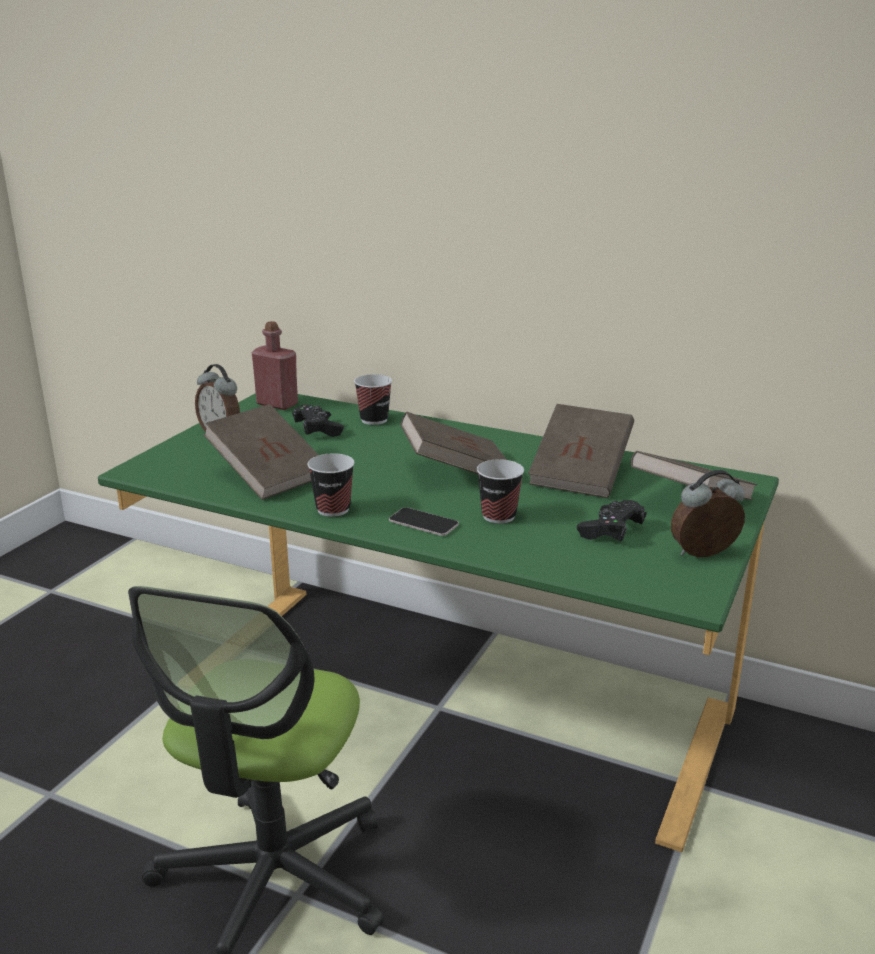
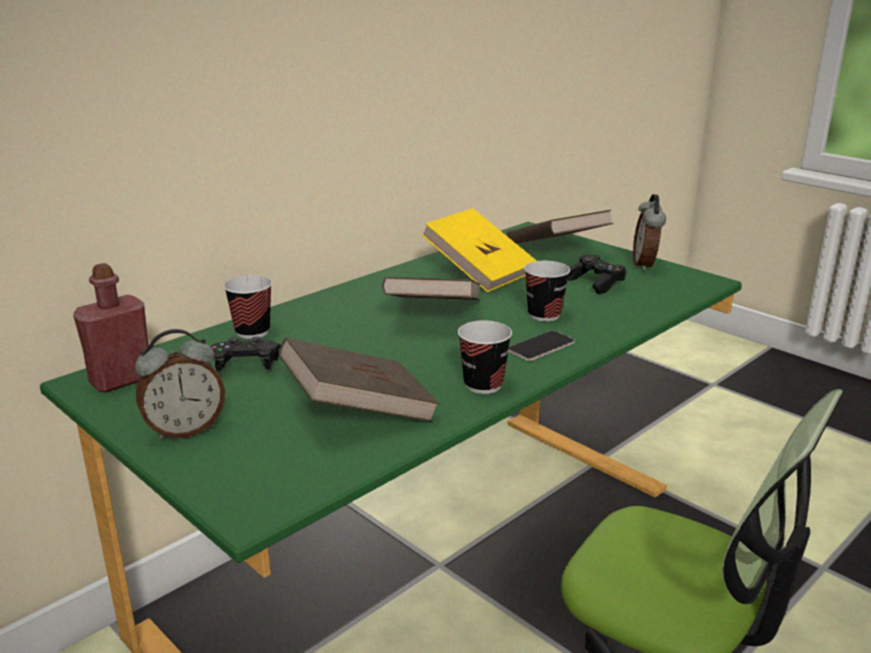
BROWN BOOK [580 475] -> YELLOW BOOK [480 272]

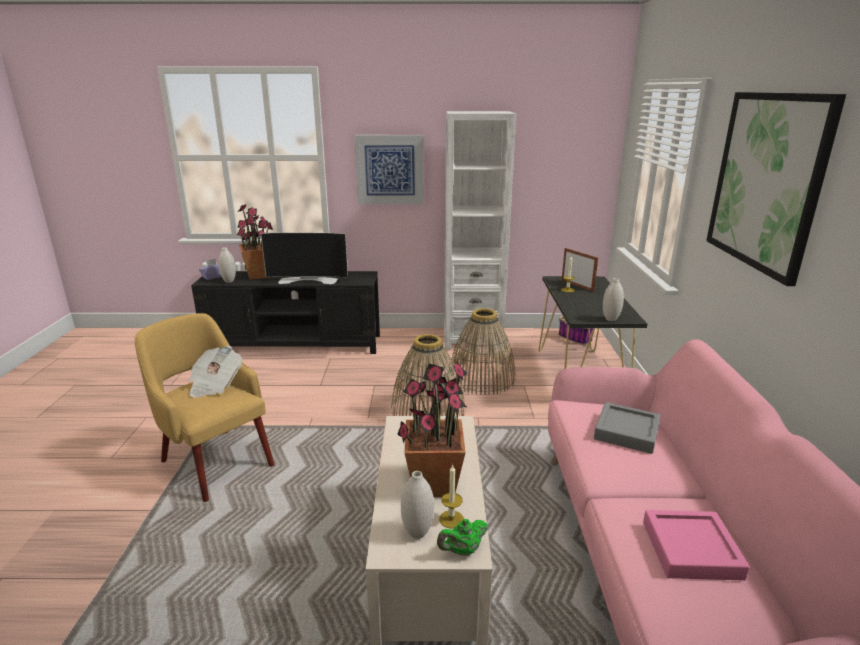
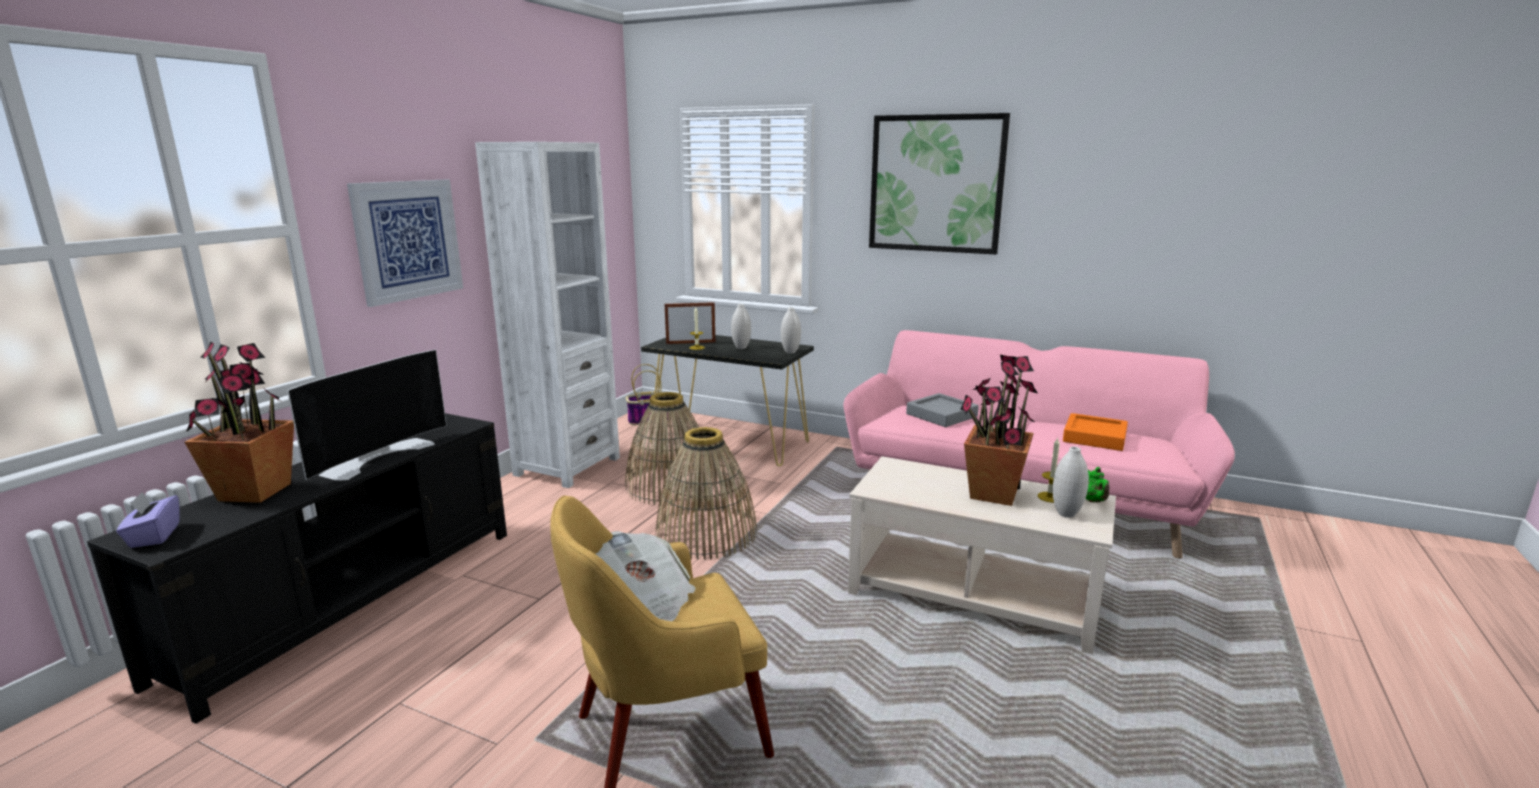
WHITE VASE [229 281] -> WHITE VASE [741 348], relocated
PINK TRAY [691 550] -> ORANGE TRAY [1094 437]

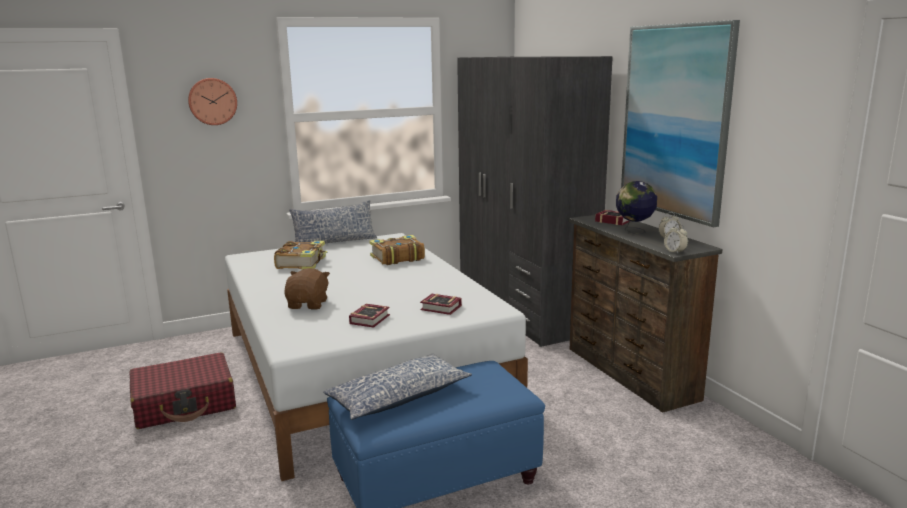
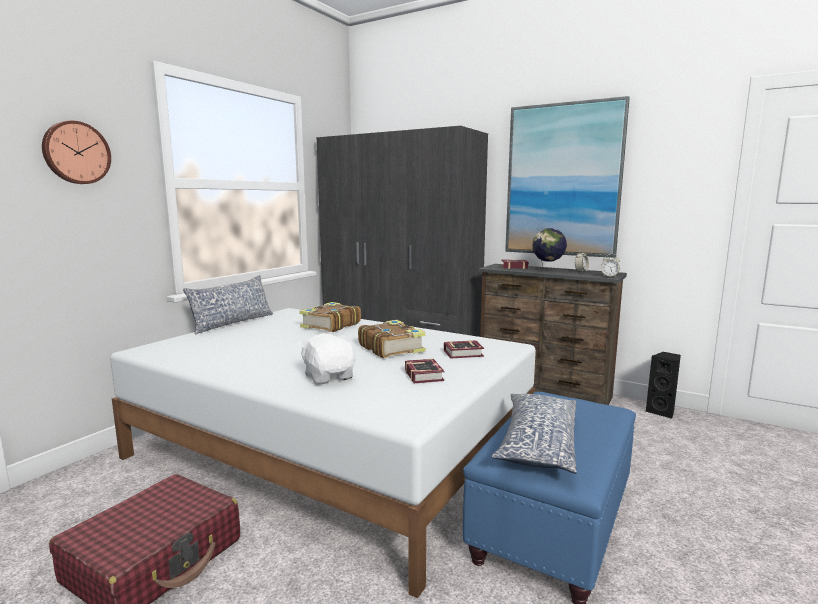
BOOK [302 263] -> BOOK [391 348], relocated
BROWN PLUSH TOY [308 304] -> WHITE PLUSH TOY [329 377]
none -> BLACK SPEAKER [662 412]

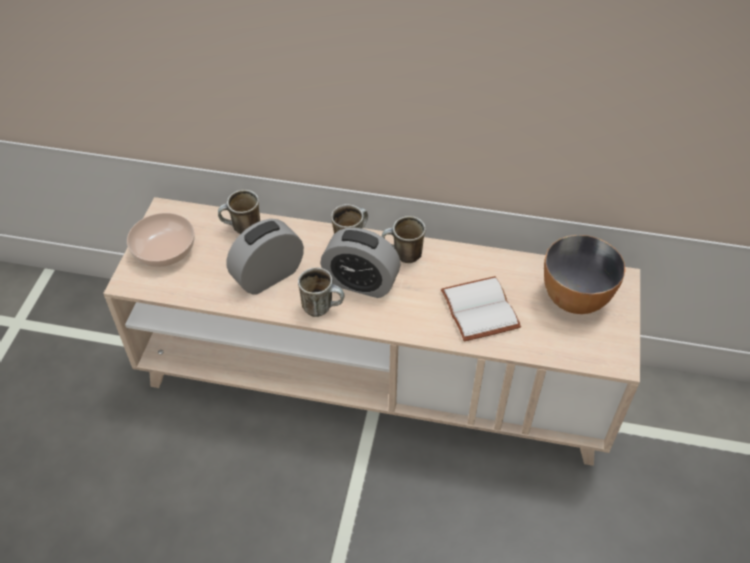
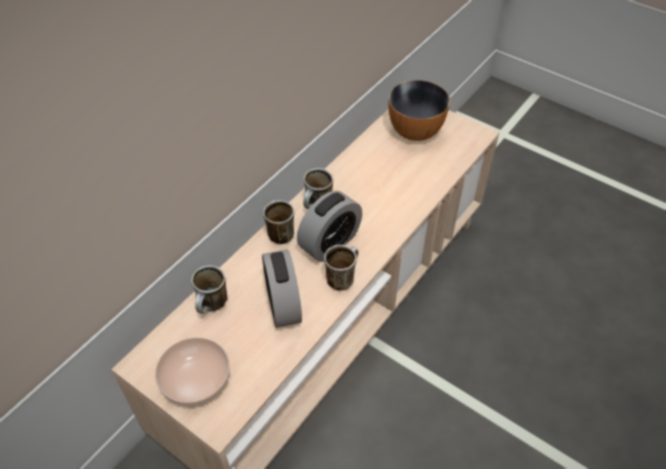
WHITE BOOK [482 310] -> none

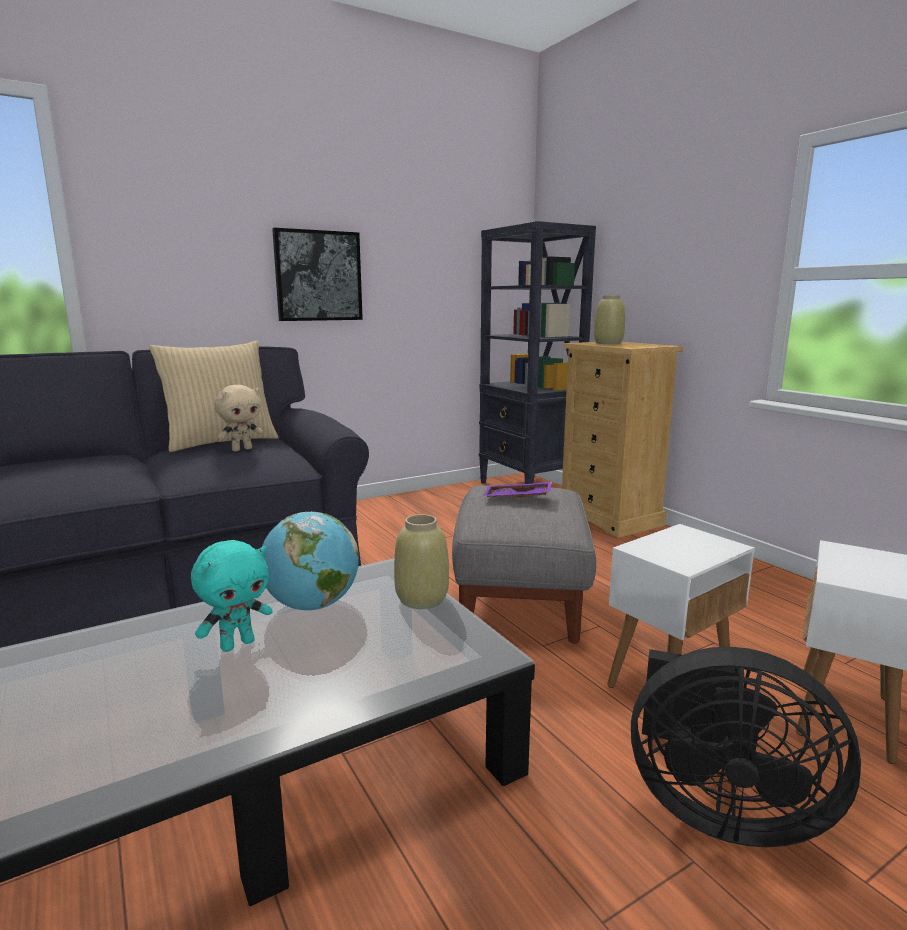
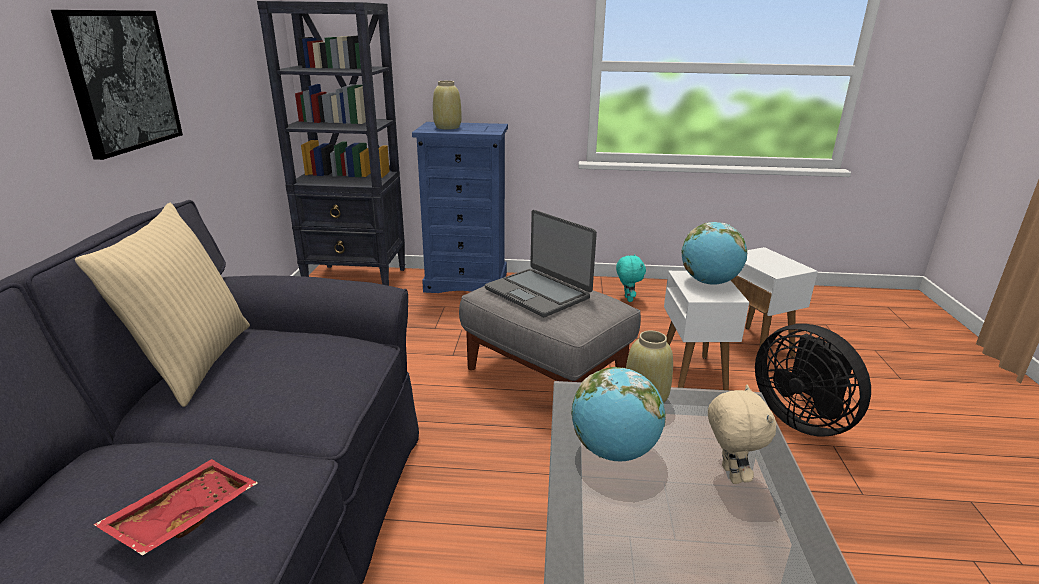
TURQUOISE PLUSH TOY [237 644] -> TURQUOISE PLUSH TOY [627 299], relocated
BEIGE PLUSH TOY [242 449] -> BEIGE PLUSH TOY [729 474], relocated
PURPLE TRAY [517 499] -> LAPTOP [538 293]
BEIGE DRESSER [610 518] -> BLUE DRESSER [466 282]
BLACK FAN [717 809] -> BLACK FAN [802 419], 90 degrees clockwise
none -> RED TRAY [183 515]
none -> GLOBE [709 282]

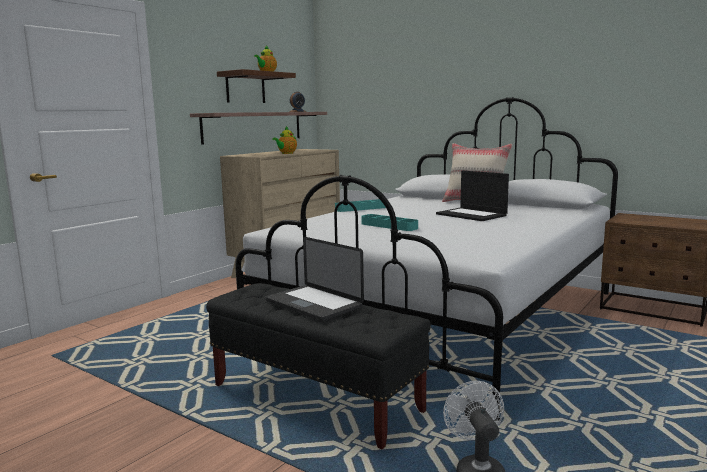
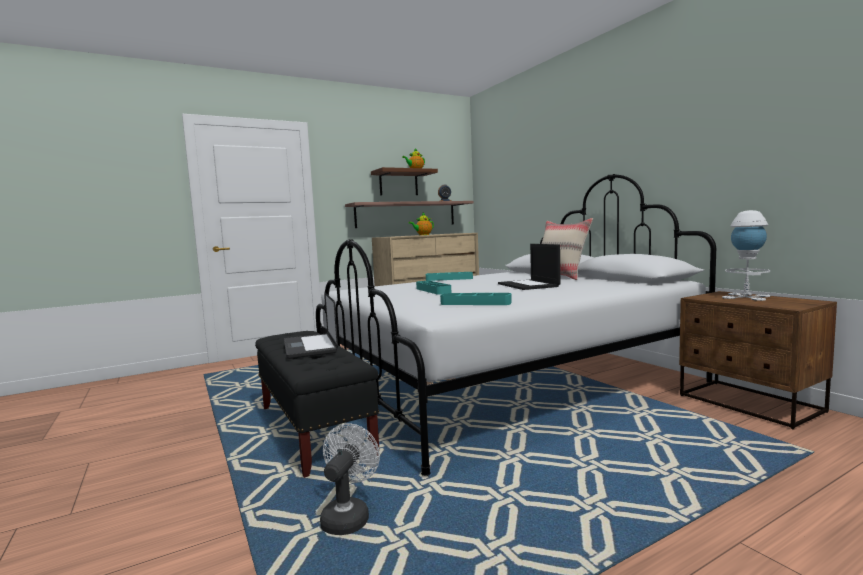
none -> TURQUOISE TRAY [475 303]
none -> WHITE TABLE LAMP [746 297]

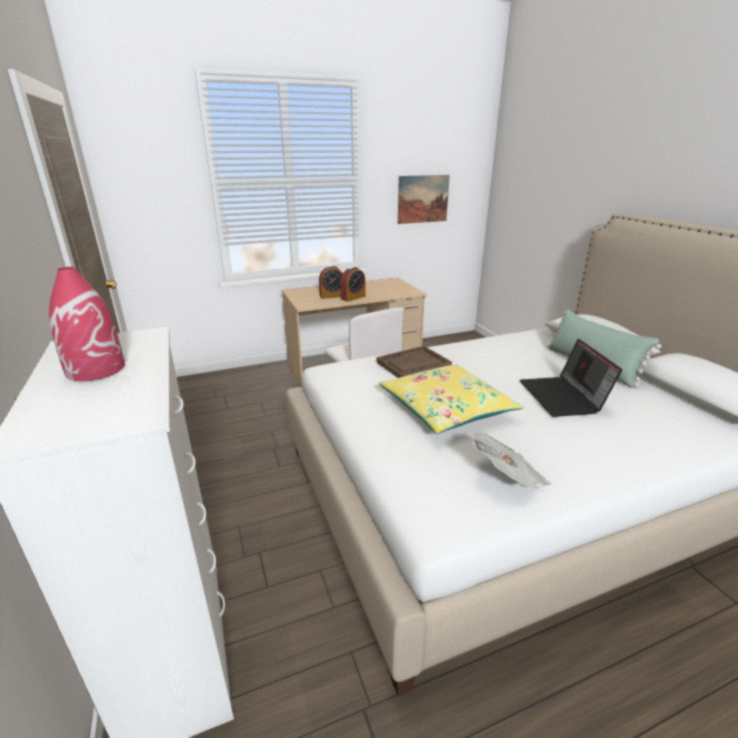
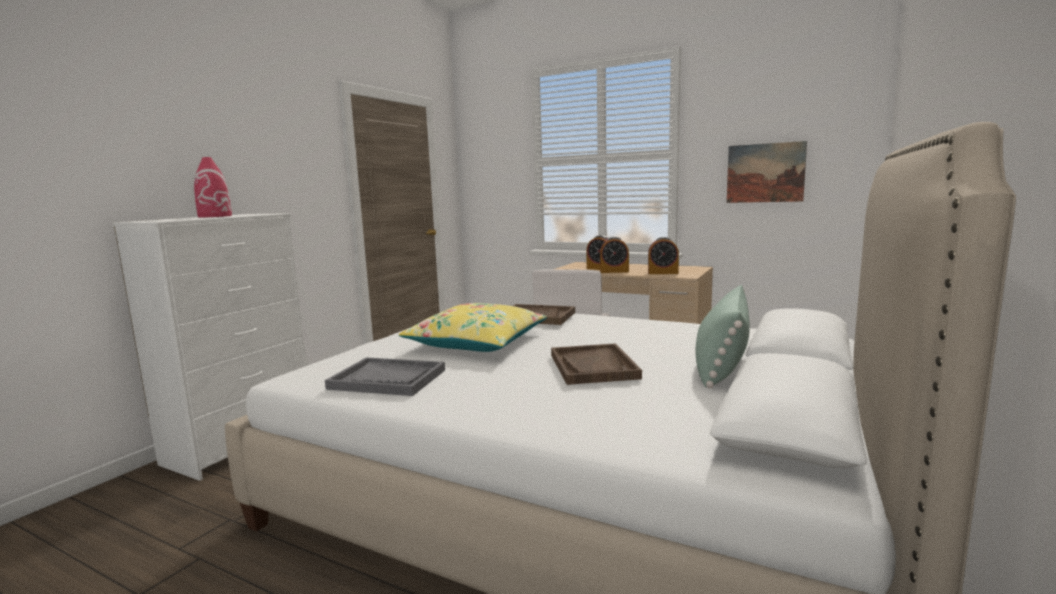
NEWSPAPER [507 478] -> GREY TRAY [388 379]
LAPTOP [563 397] -> BROWN TRAY [593 366]
none -> ALARM CLOCK [663 273]

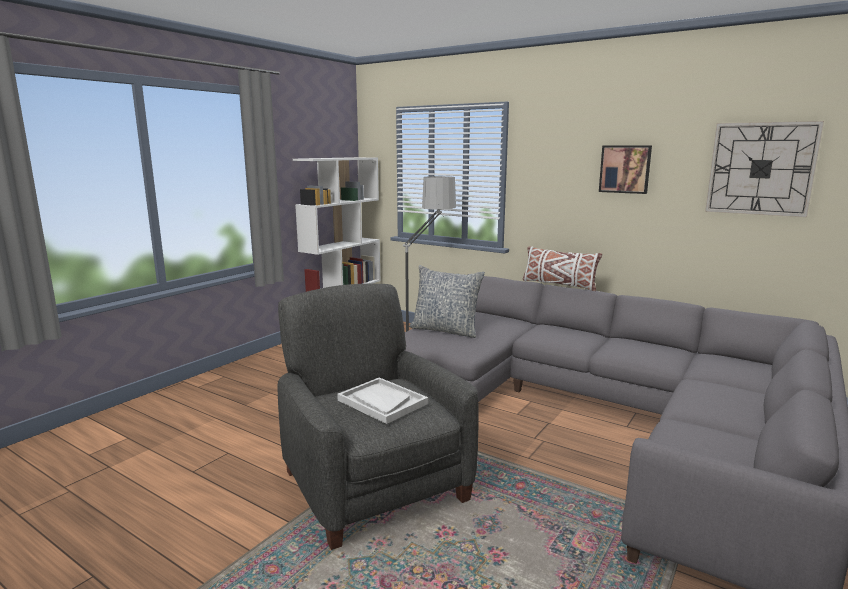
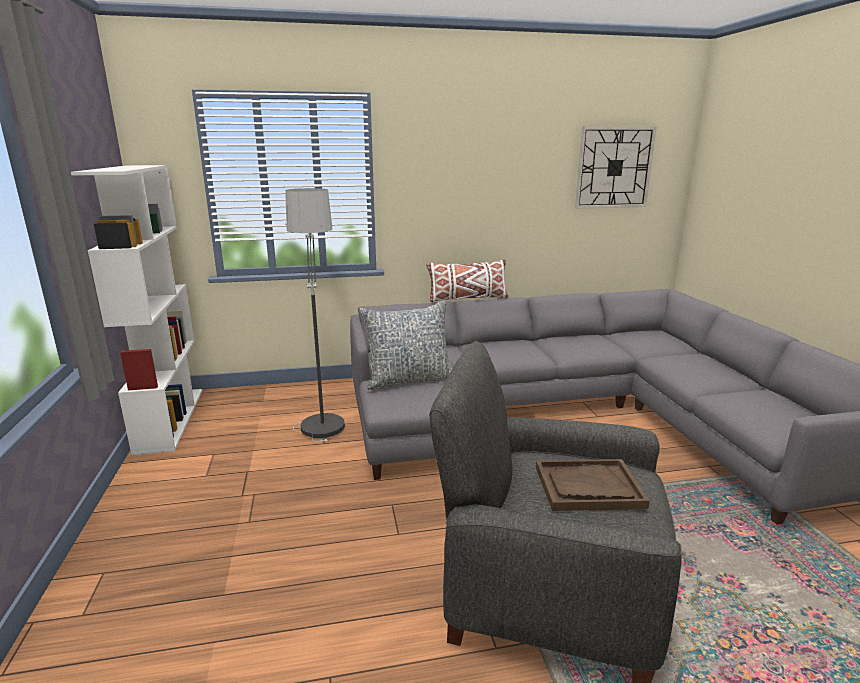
WHITE TRAY [382 402] -> BROWN TRAY [588 487]
PICTURE [625 169] -> none

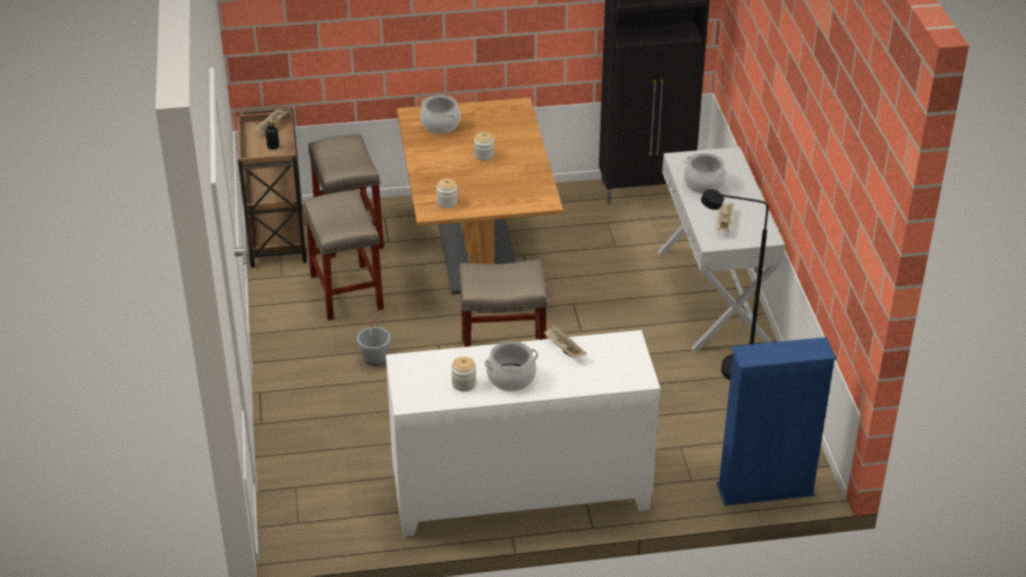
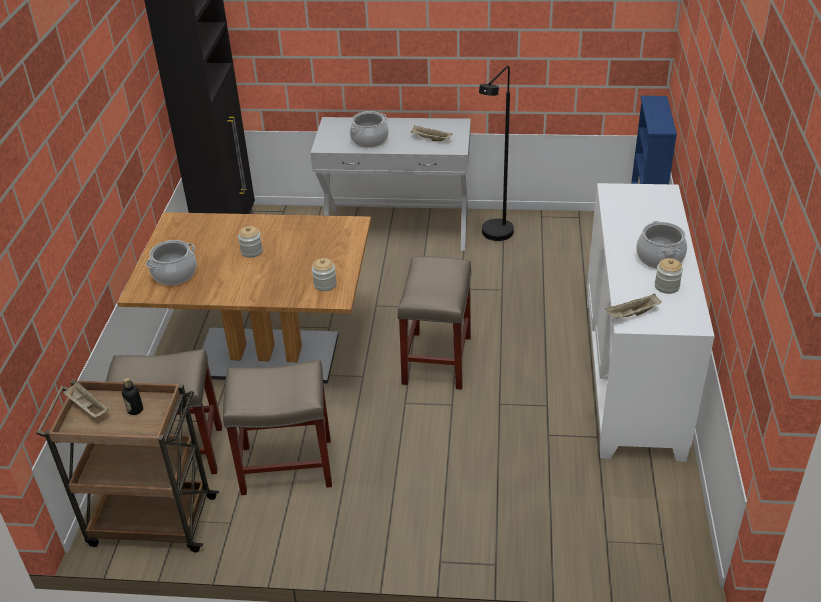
GREY BUCKET [375 359] -> none
BEIGE TRAY [563 349] -> BEIGE TRAY [632 314], relocated

